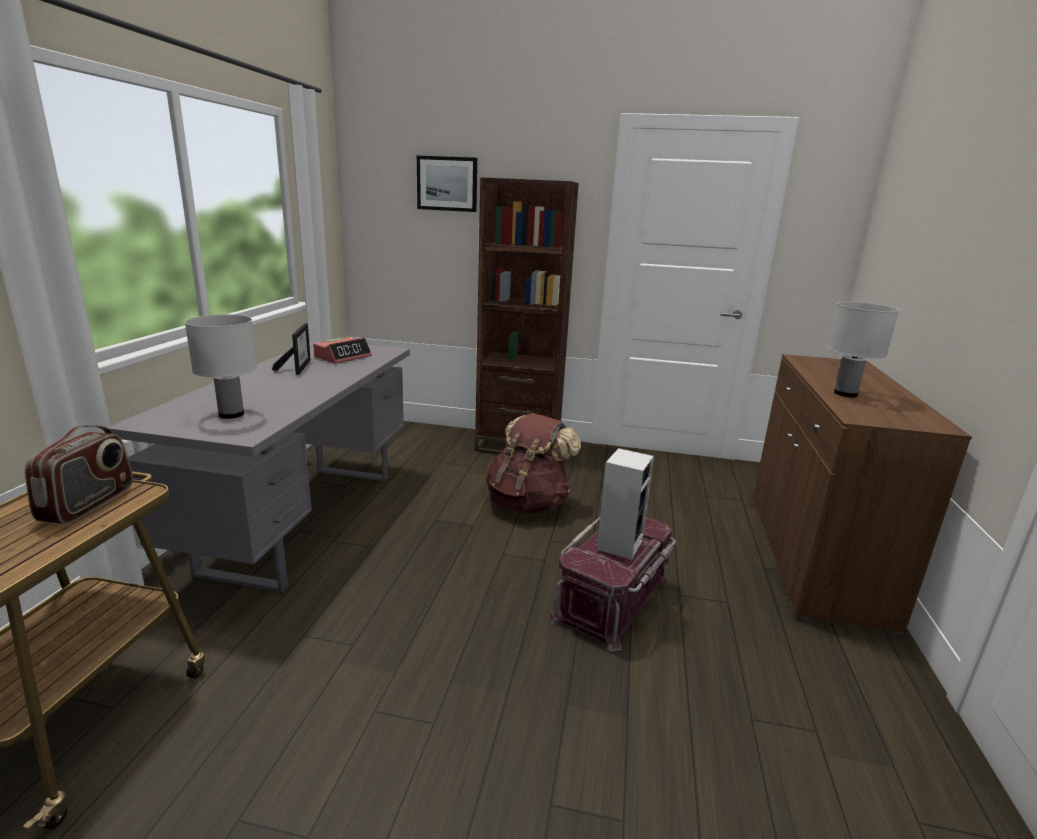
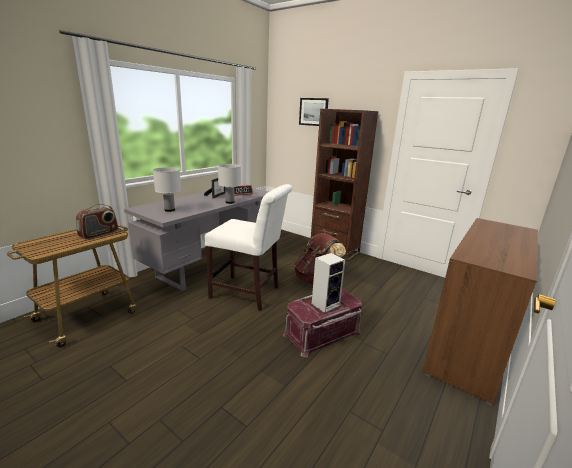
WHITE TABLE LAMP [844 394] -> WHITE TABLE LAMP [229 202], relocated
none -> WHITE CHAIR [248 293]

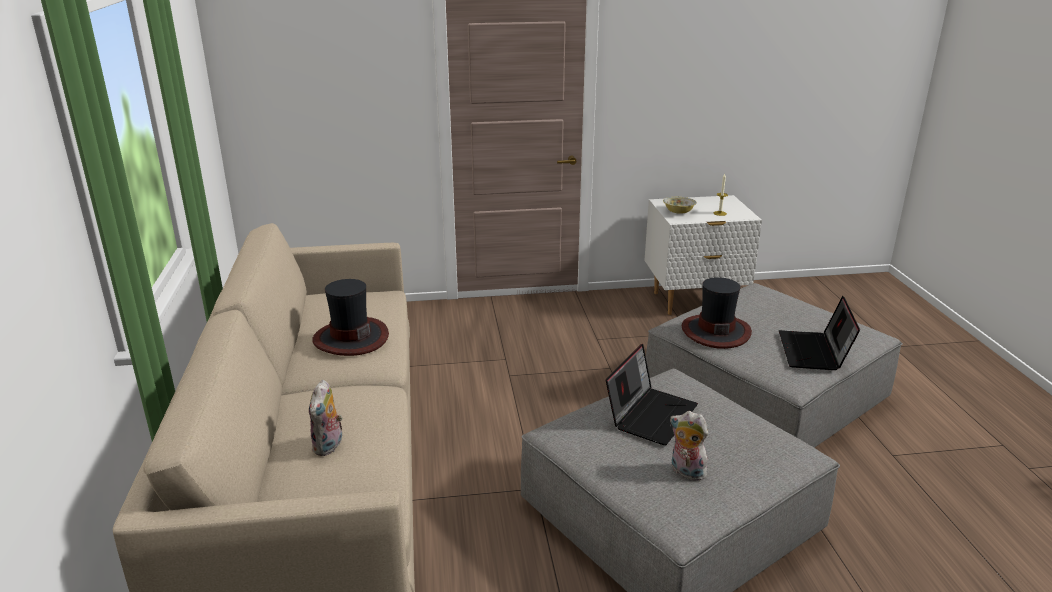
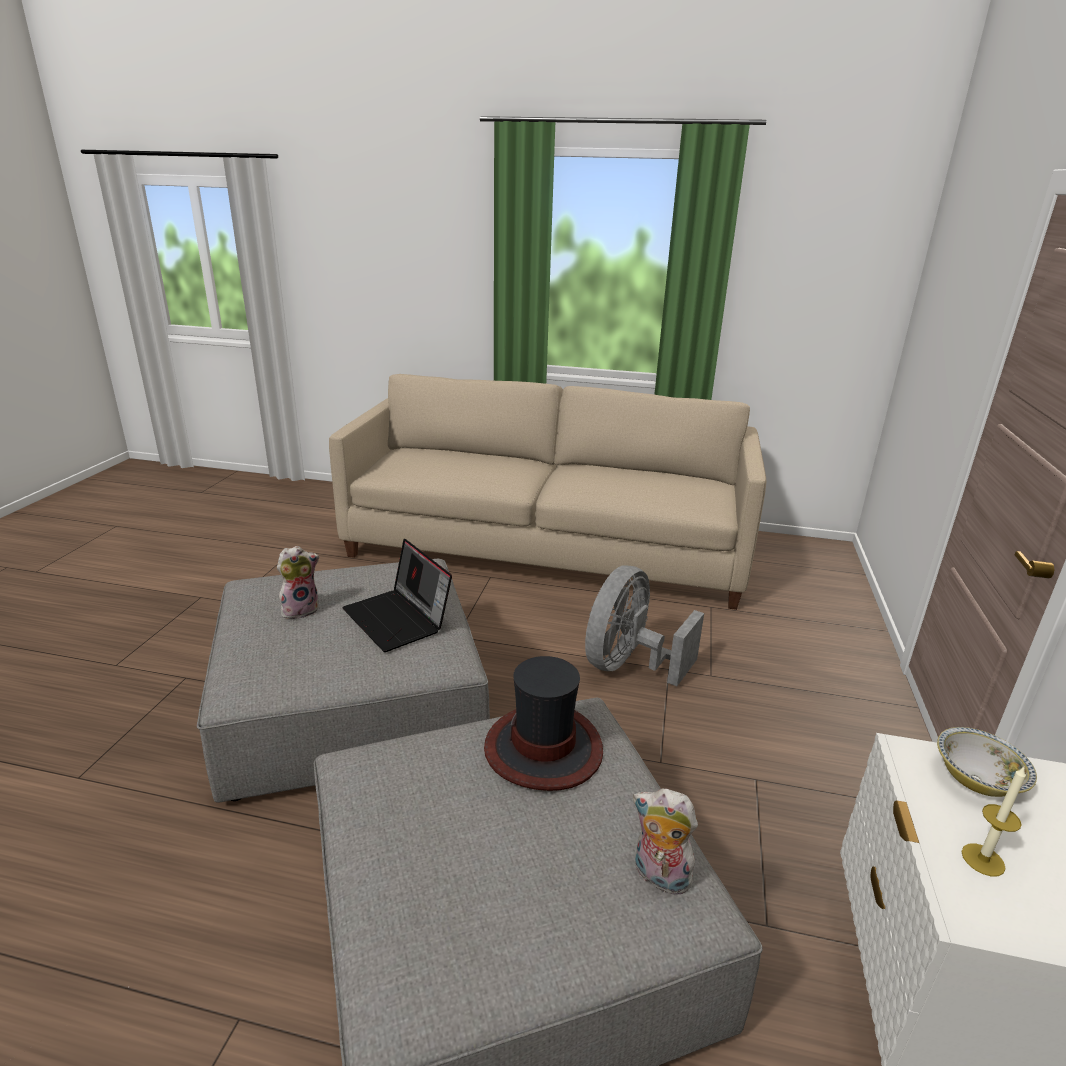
PLUSH TOY [329 446] -> PLUSH TOY [658 877], relocated
HAT [350 338] -> none
LAPTOP [814 352] -> none
none -> GREY FAN [629 665]

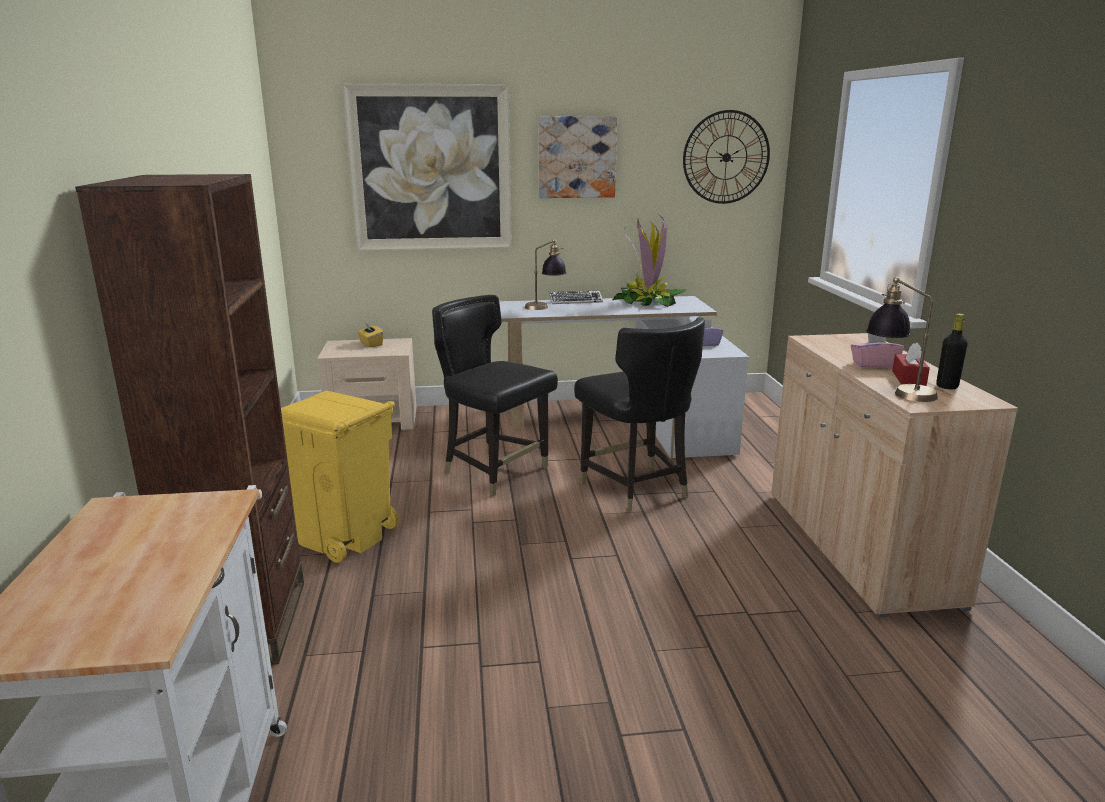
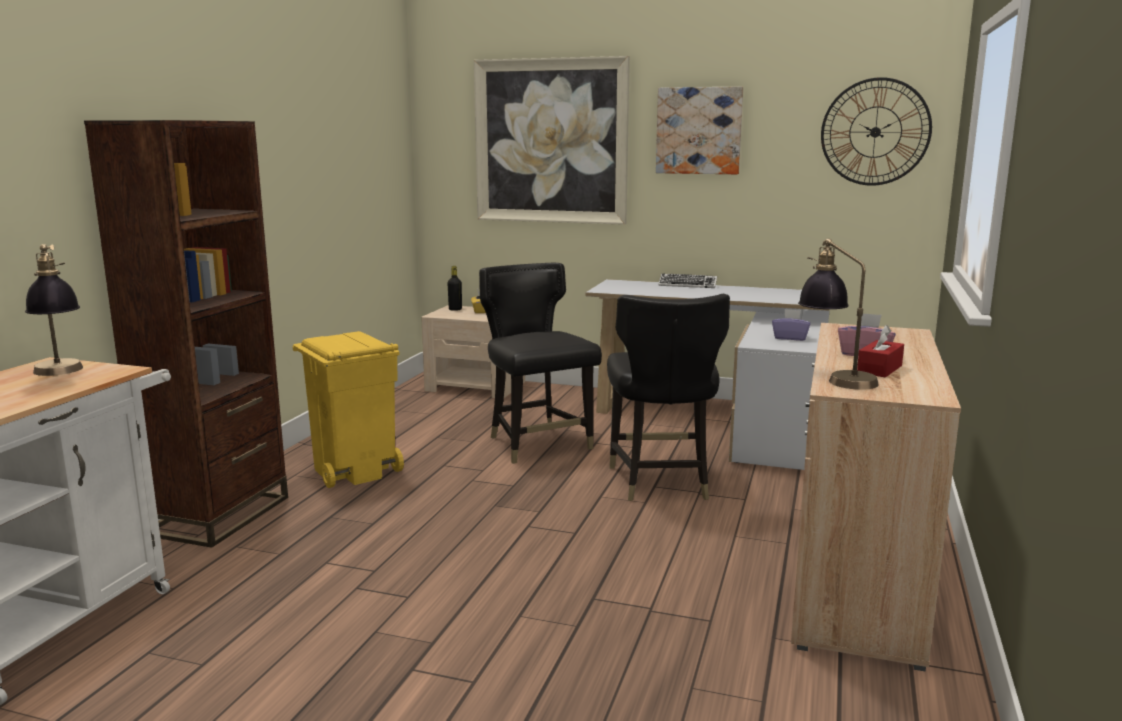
TABLE LAMP [545 308] -> TABLE LAMP [61 374], relocated
POTTED PLANT [647 302] -> none
BLACK BOTTLE [947 386] -> BLACK BOTTLE [455 309], relocated

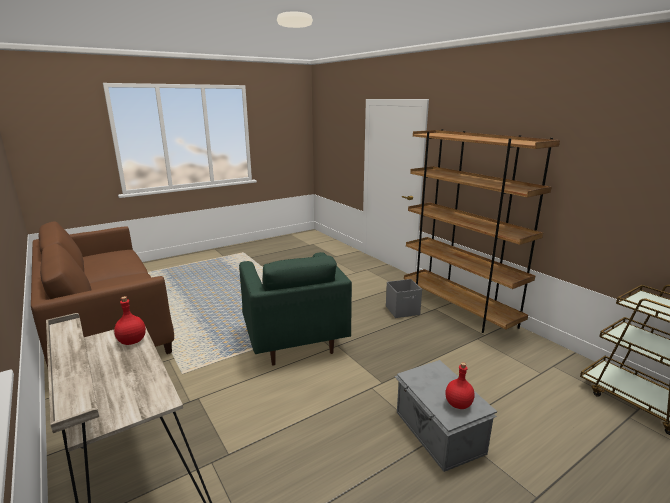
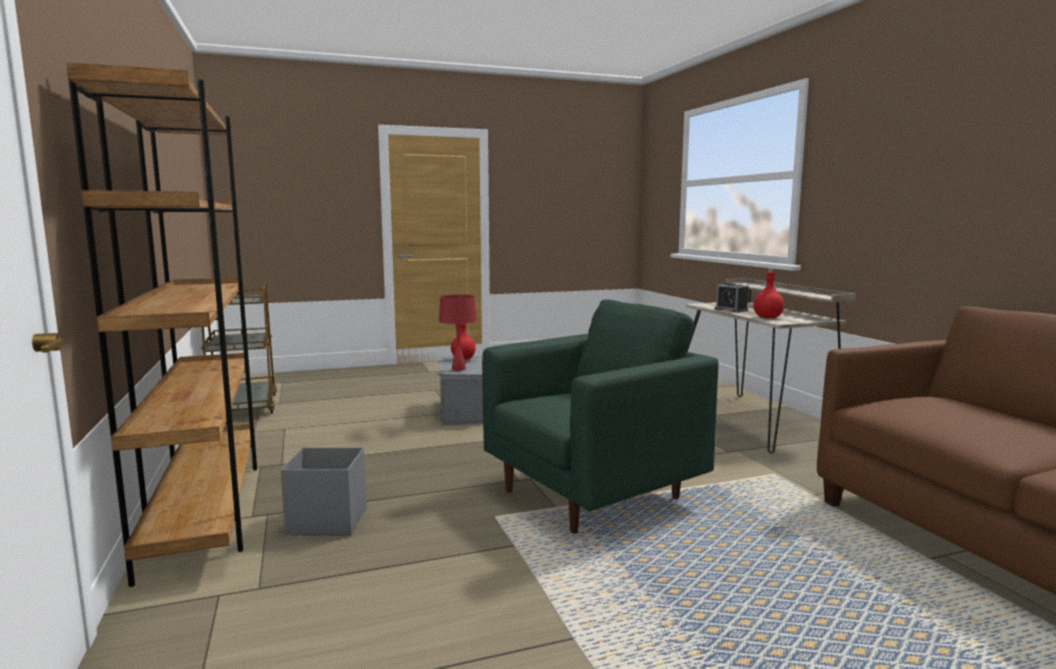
GREEN ARMCHAIR [294 340] -> GREEN ARMCHAIR [593 495], 60 degrees clockwise
none -> RED TABLE LAMP [458 369]
none -> ALARM CLOCK [731 310]

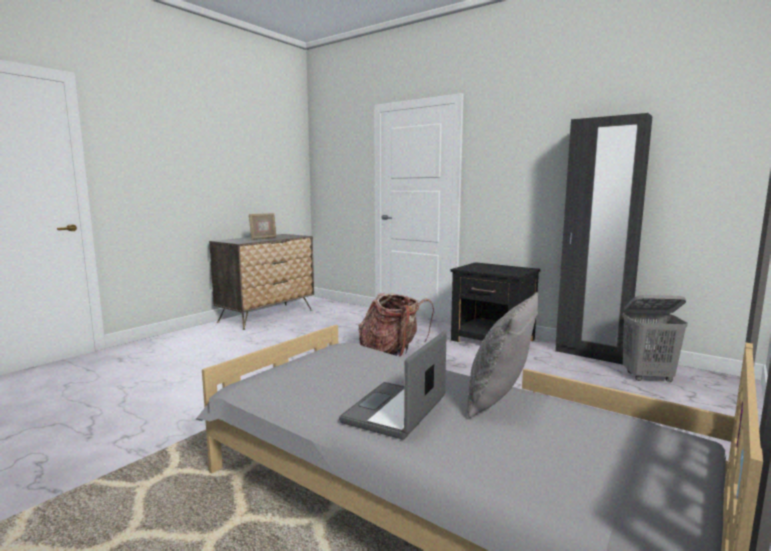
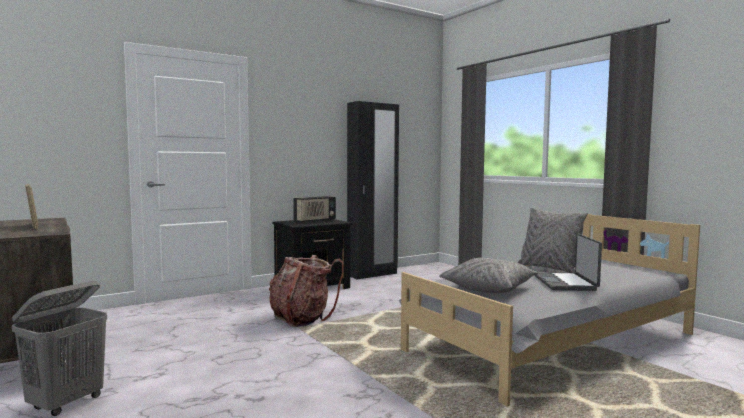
LAPTOP [396 411] -> LAPTOP [566 283], 45 degrees clockwise
GREY LAUNDRY BASKET [648 377] -> GREY LAUNDRY BASKET [67 403], relocated
none -> RADIO [315 221]
none -> GREY PILLOW [489 288]

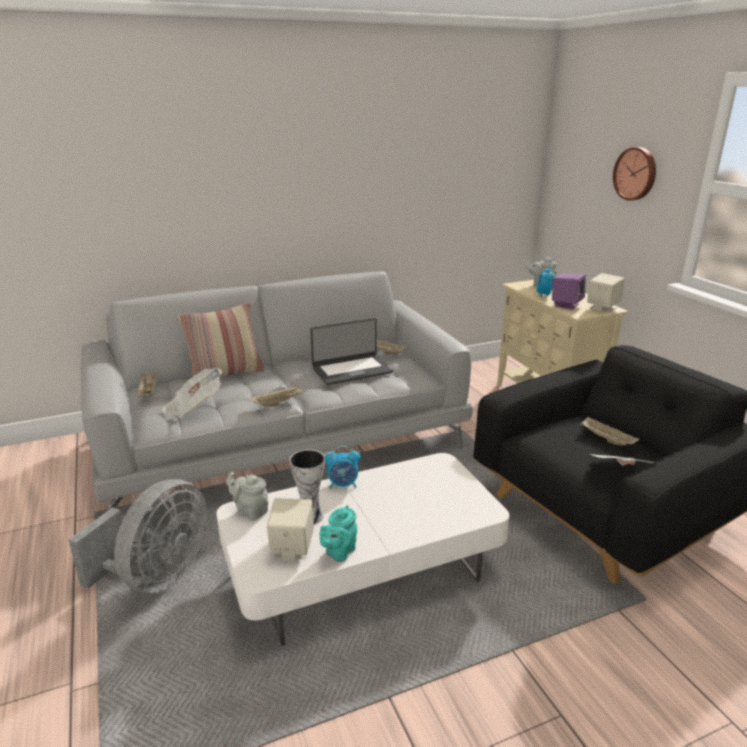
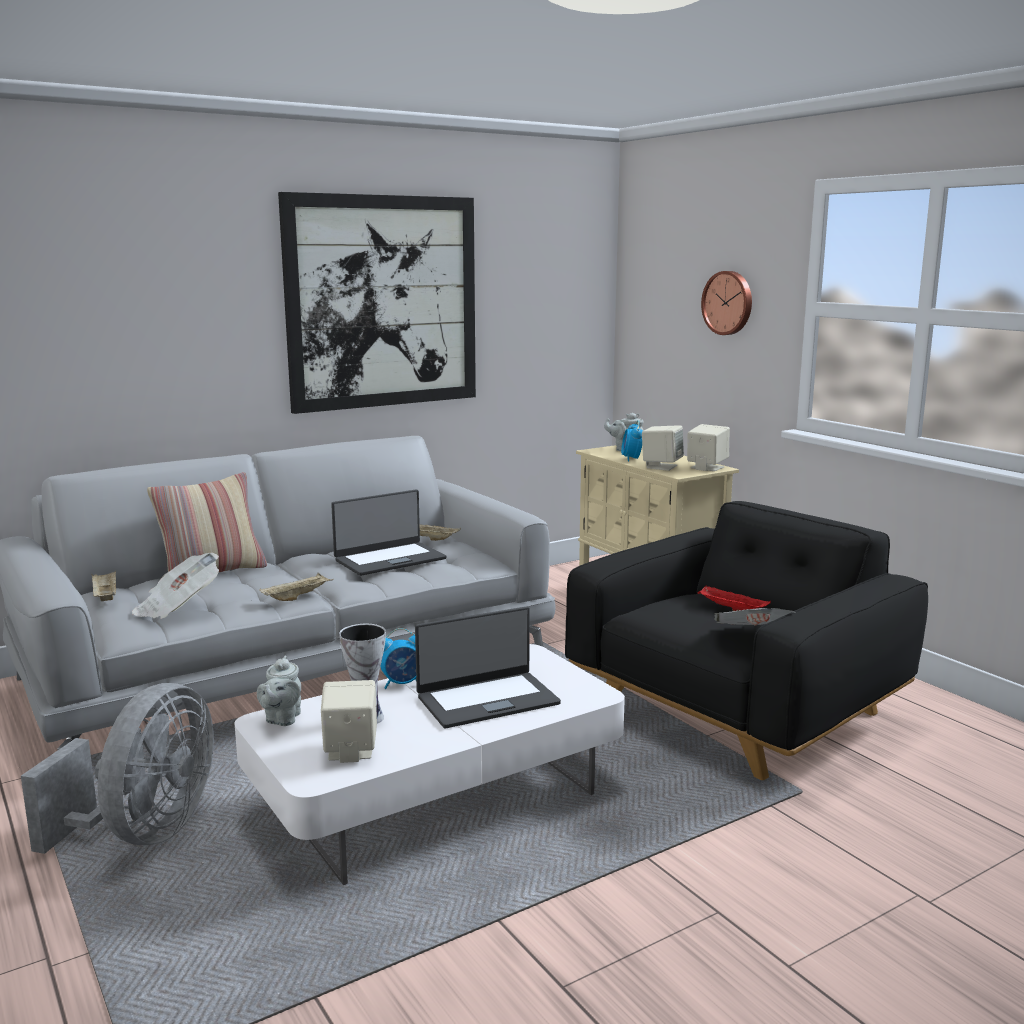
GREY TEAPOT [250 511] -> GREY TEAPOT [282 719], 105 degrees counterclockwise
TURQUOISE TEAPOT [339 552] -> none
PURPLE SPEAKER [566 305] -> BEIGE SPEAKER [661 466]
BEIGE TRAY [606 439] -> RED TRAY [730 609]
none -> PICTURE [382 302]
none -> LAPTOP [487 700]

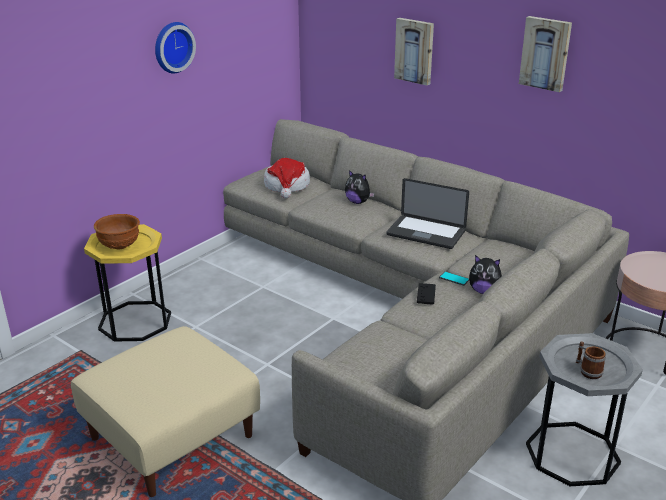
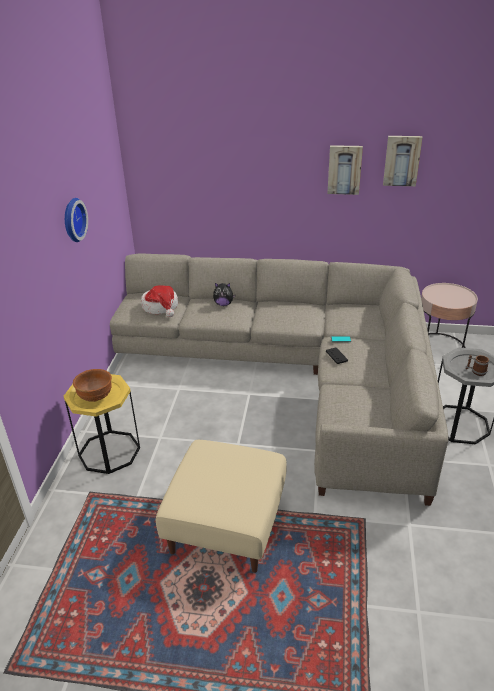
LAPTOP [425 233] -> none
PICTURE [415 51] -> PICTURE [402 160], relocated
PLUSH TOY [484 291] -> none

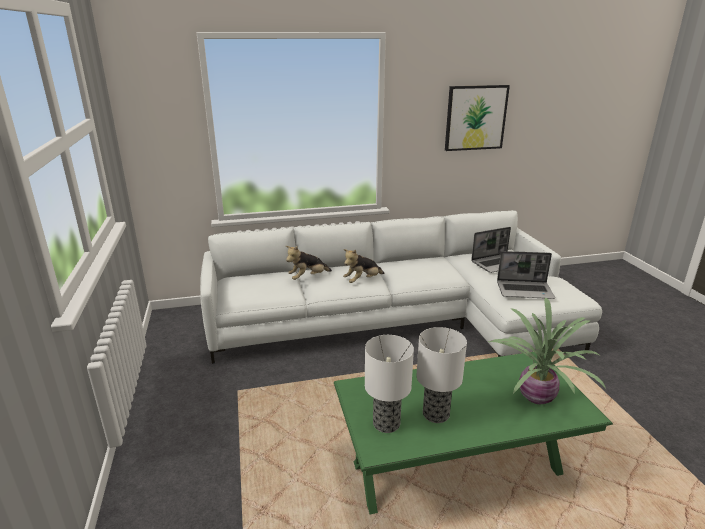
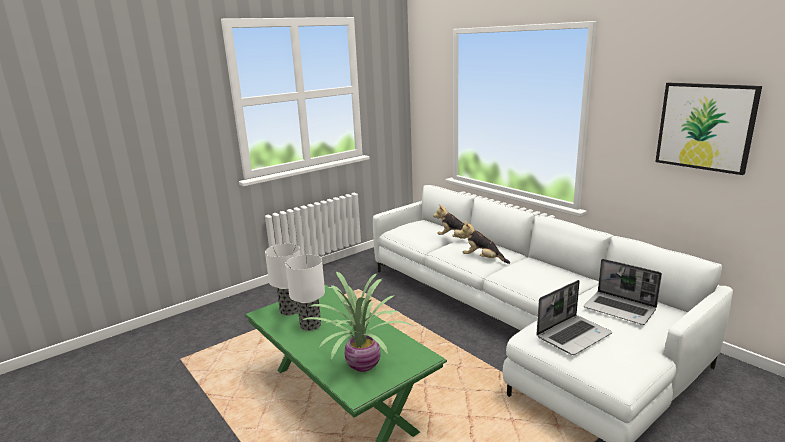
LAPTOP [525 290] -> LAPTOP [573 335], 105 degrees counterclockwise

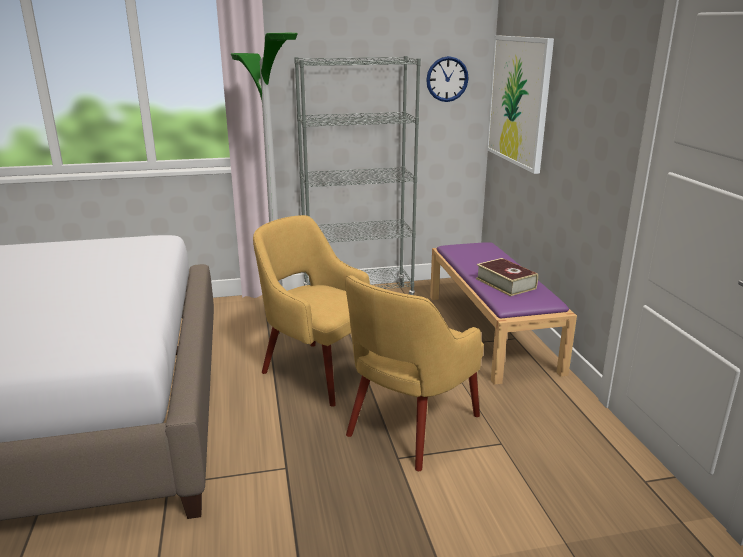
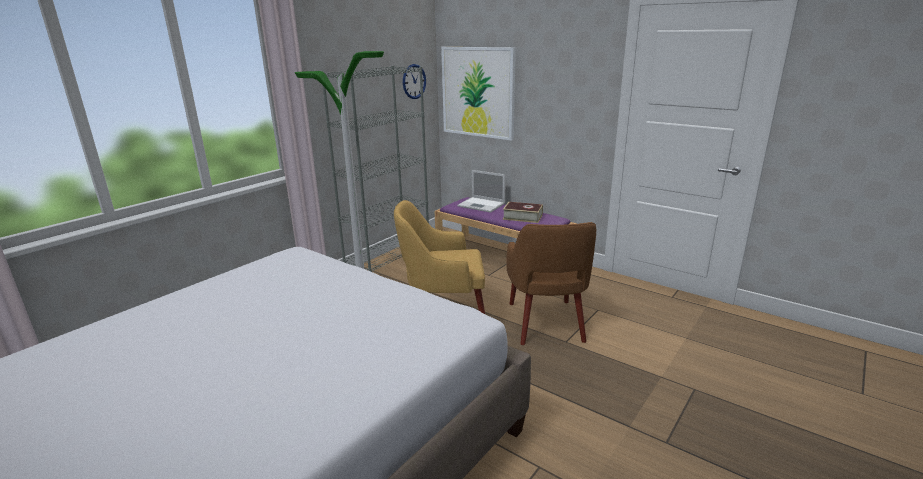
YELLOW ARMCHAIR [410 427] -> BROWN ARMCHAIR [546 323]
none -> LAPTOP [482 205]

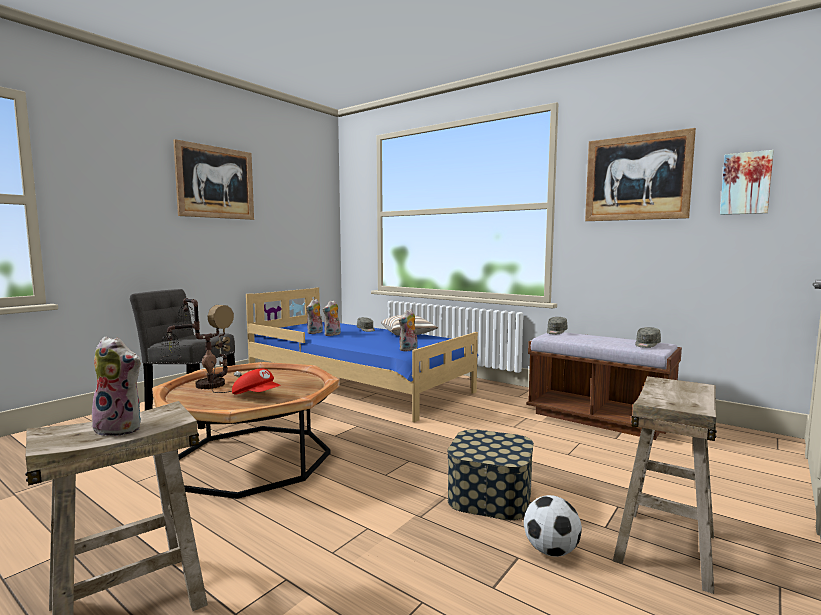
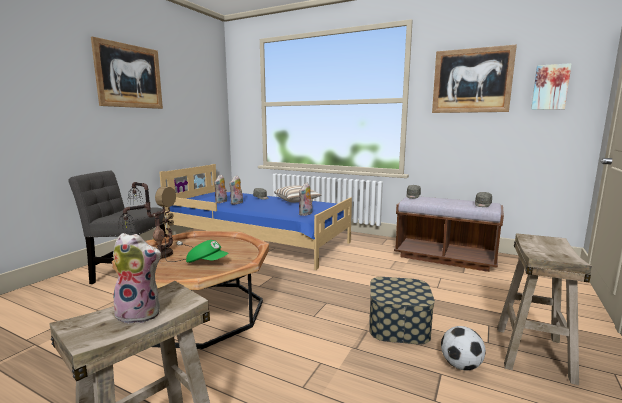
RED CAP [257 396] -> GREEN CAP [207 262]

